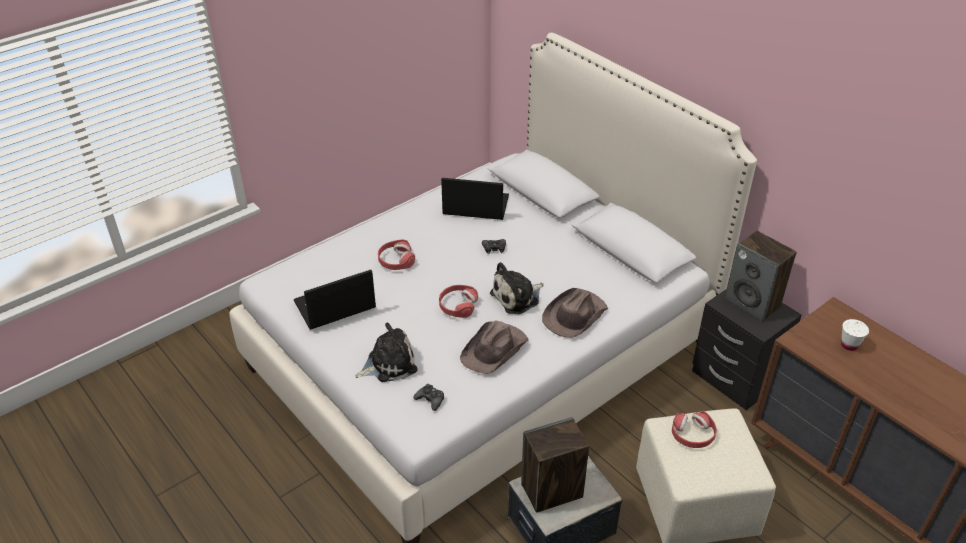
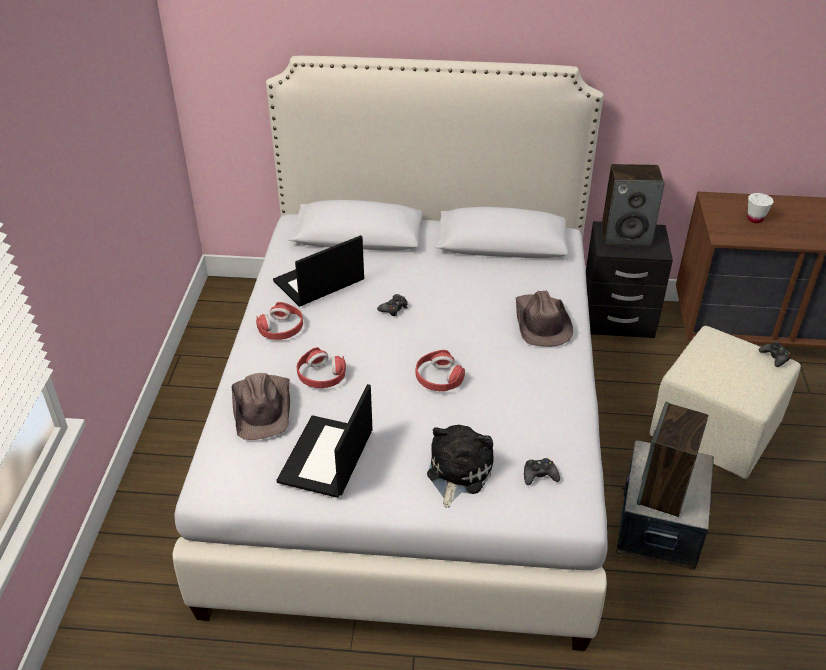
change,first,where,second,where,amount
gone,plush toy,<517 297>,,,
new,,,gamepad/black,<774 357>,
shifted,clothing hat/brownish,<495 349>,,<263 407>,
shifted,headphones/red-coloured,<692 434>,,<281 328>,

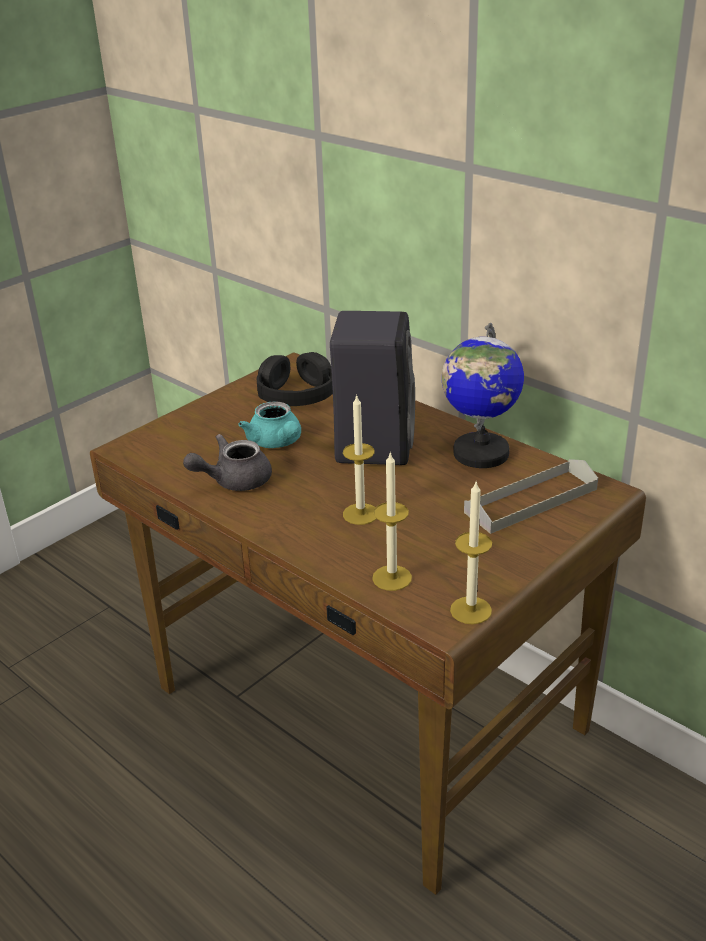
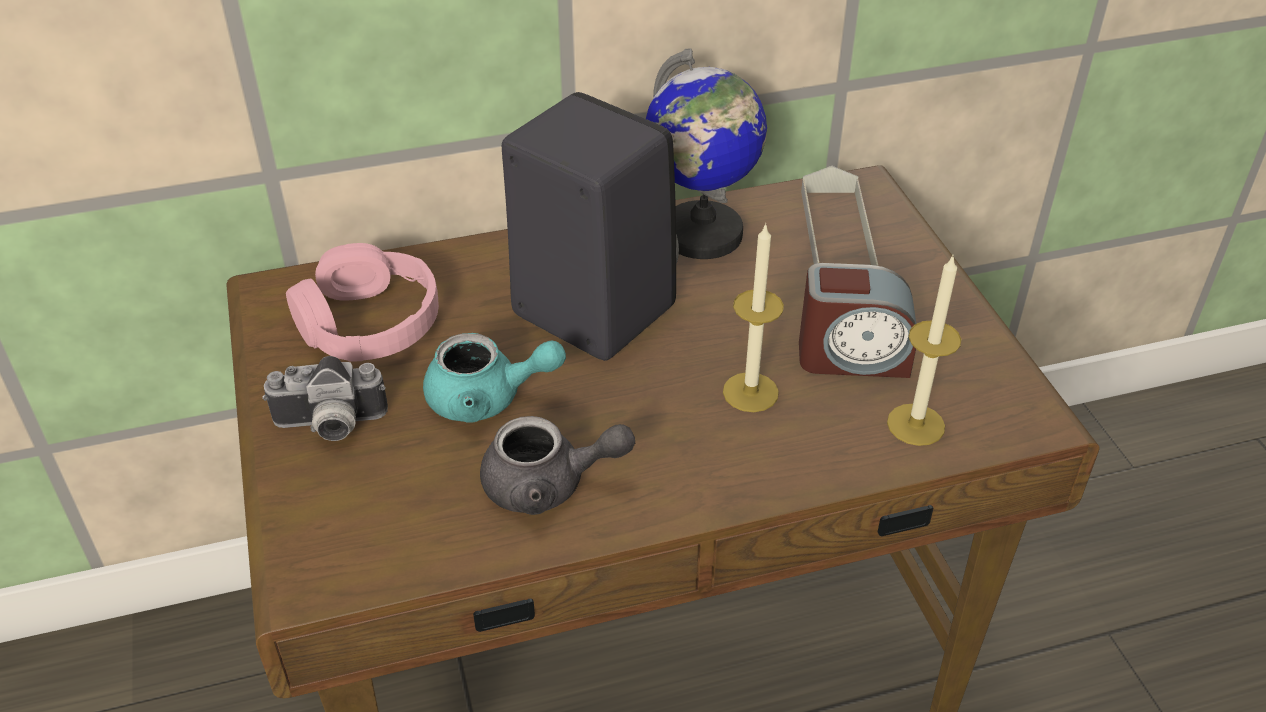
change,first,where,second,where,amount
gone,wax candle,<471 610>,,,
new,,,still camera,<330 427>,
new,,,bedside clock,<853 356>,
repainted,headphones/black,<297 394>,headphones/pinkish,<368 323>,
rotated,pot for tea/gray,<233 481>,,<549 485>,90 degrees counterclockwise

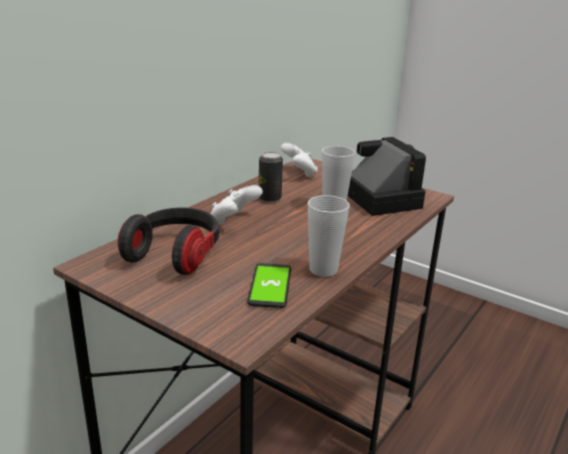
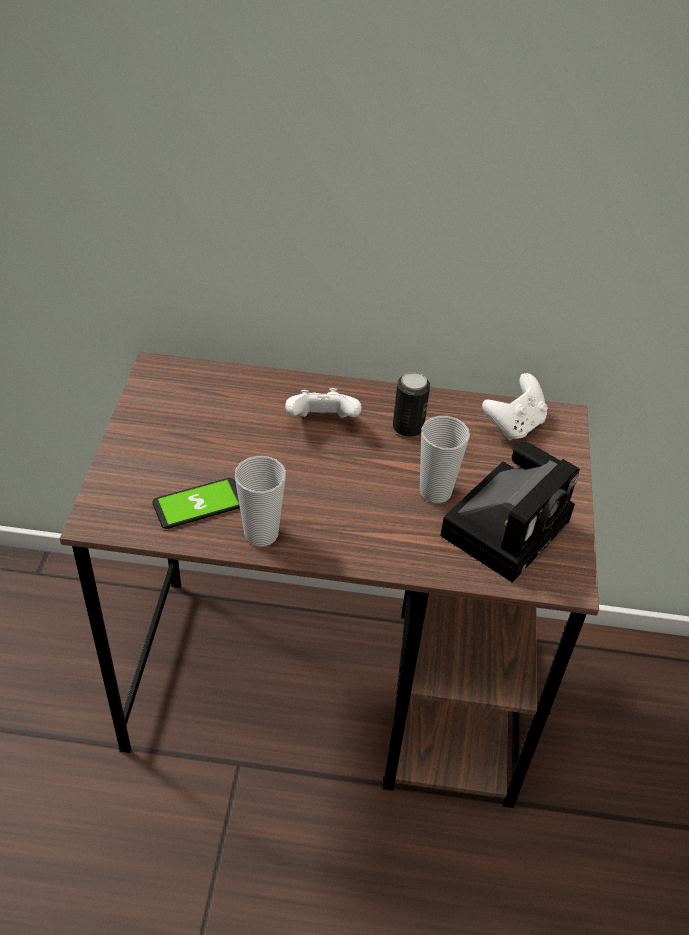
change,first,where,second,where,amount
gone,headphones,<175 254>,,,

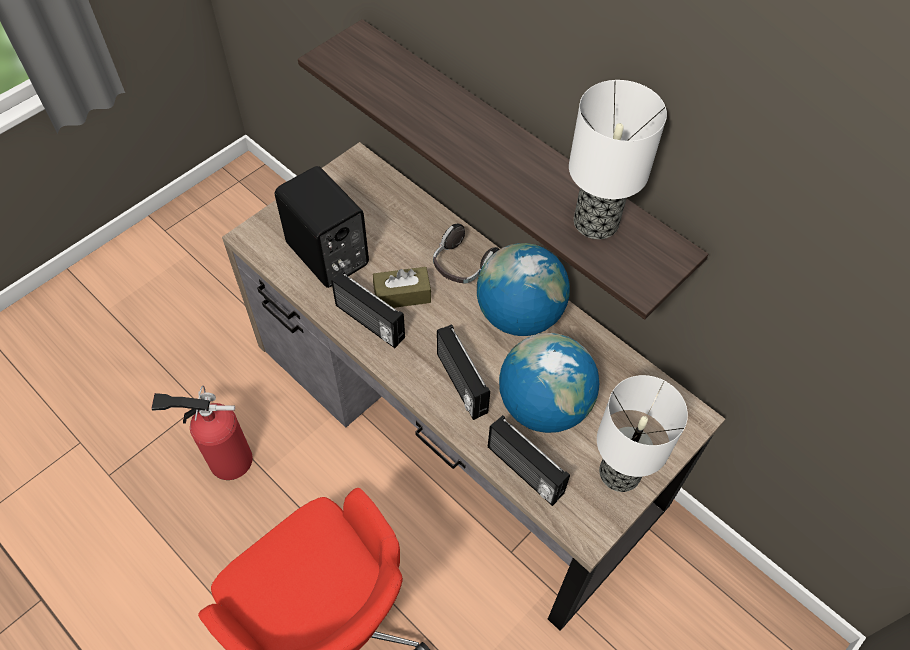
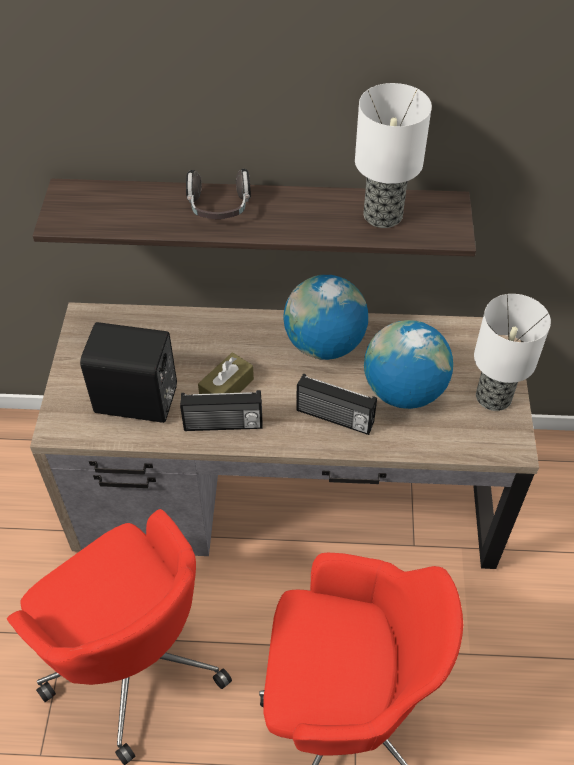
change,first,where,second,where,amount
gone,radio set,<523 471>,,,
shifted,headphones,<462 266>,,<219 208>,
swapped,extinguisher,<225 460>,computer chair/red-coloured,<134 658>,

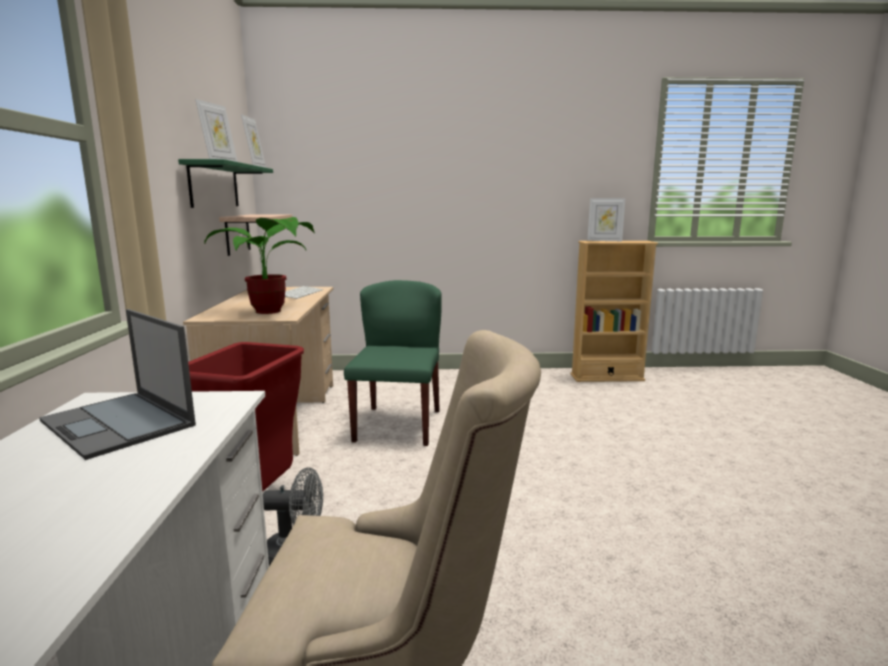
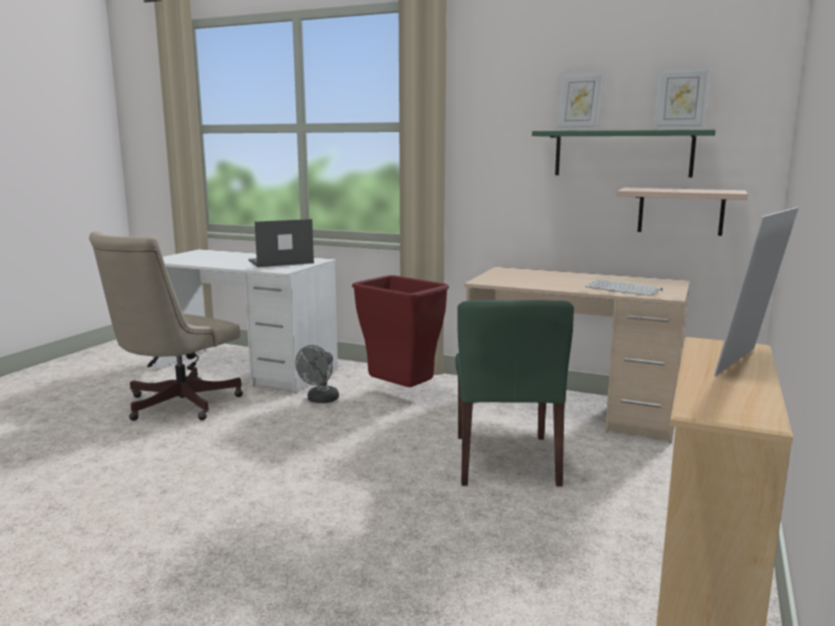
change,first,where,second,where,amount
gone,plant in a pot,<272 312>,,,
rotated,chair/greenish,<398 425>,,<506 460>,60 degrees clockwise

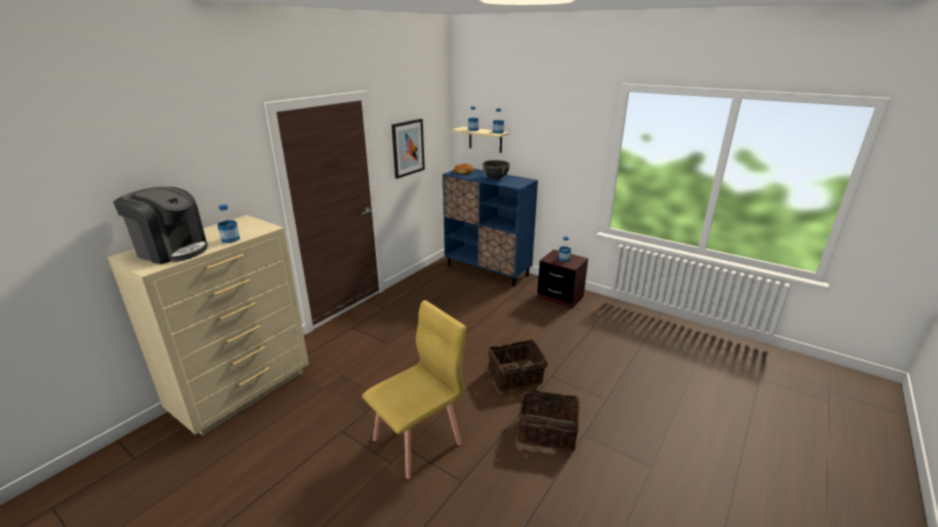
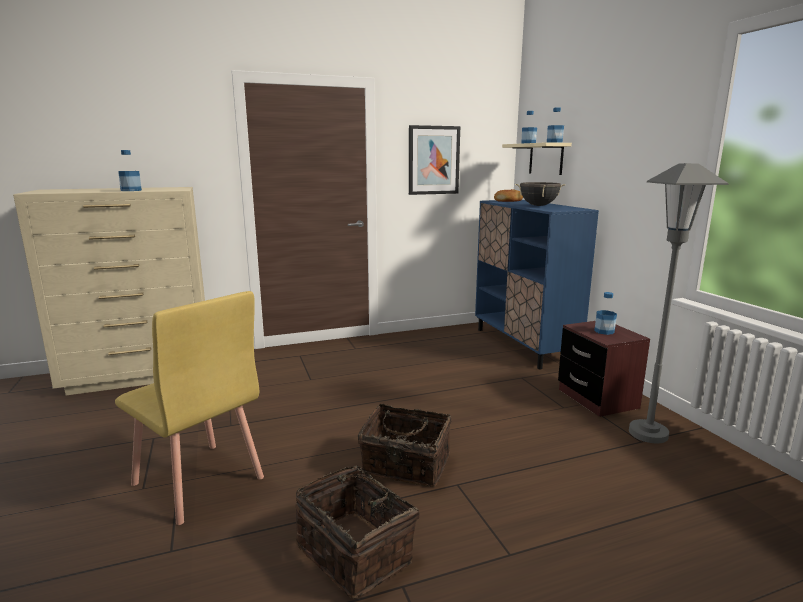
change,first,where,second,where,amount
gone,coffee maker,<172 250>,,,
new,,,floor lamp/gray,<648 433>,
rotated,chair/yellowish,<418 441>,,<198 481>,45 degrees clockwise

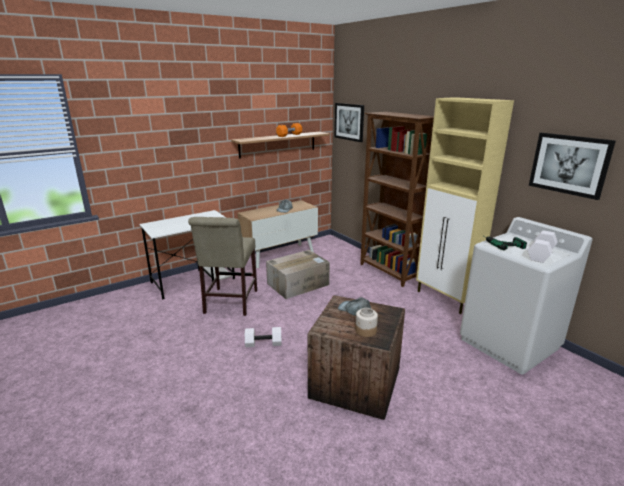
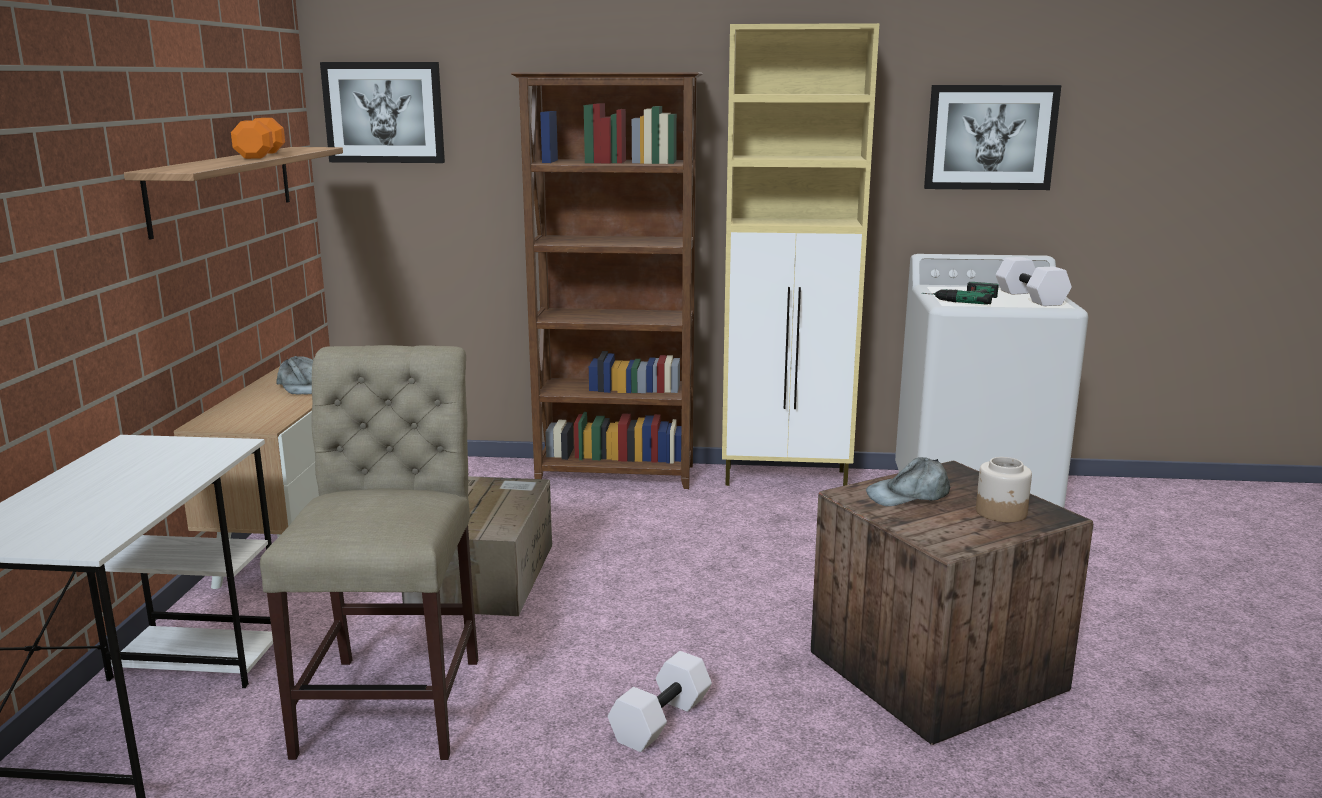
change,first,where,second,where,amount
rotated,chair/sand-coloured,<229 303>,,<396 698>,135 degrees counterclockwise

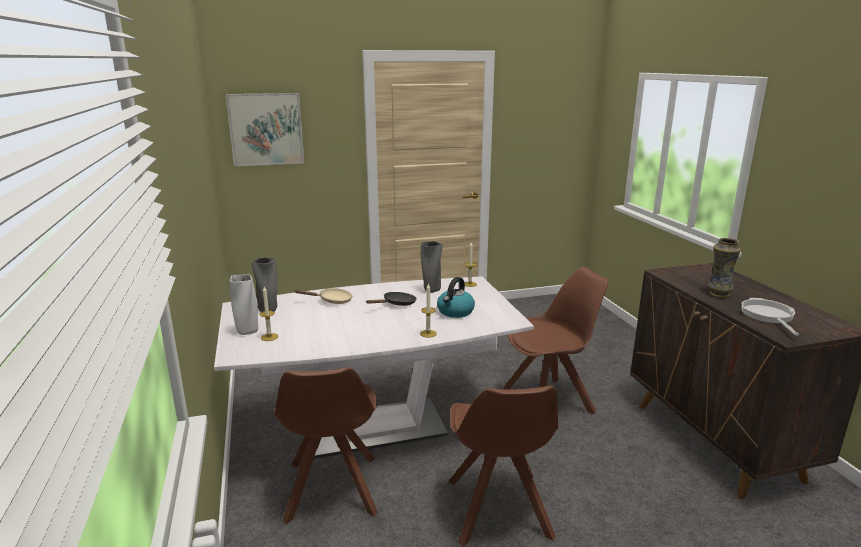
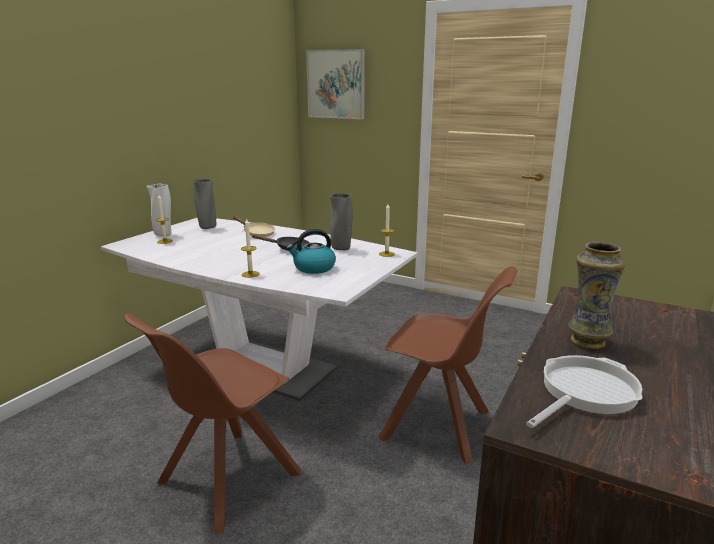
change,first,where,second,where,amount
gone,chair/brownish,<331 490>,,,

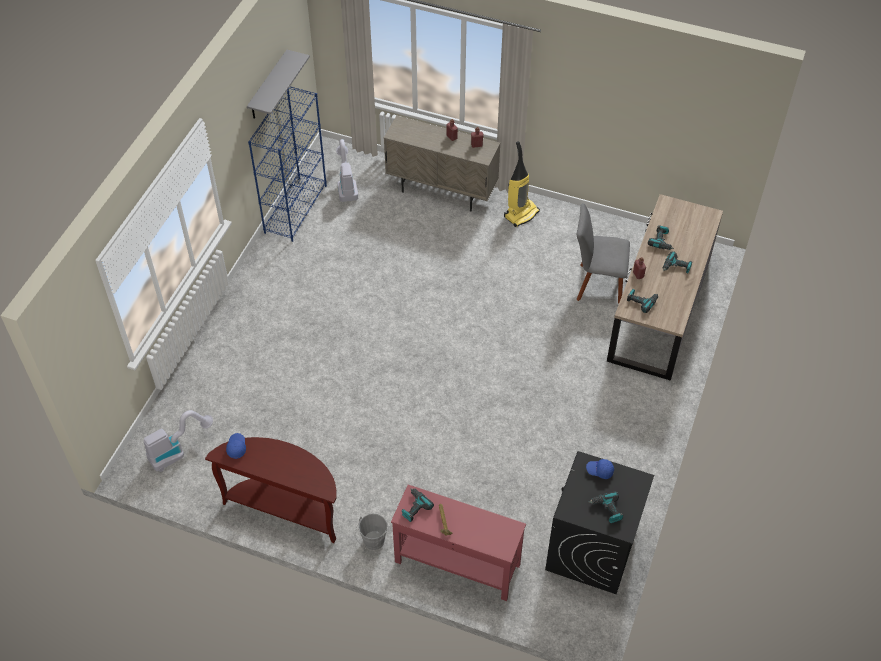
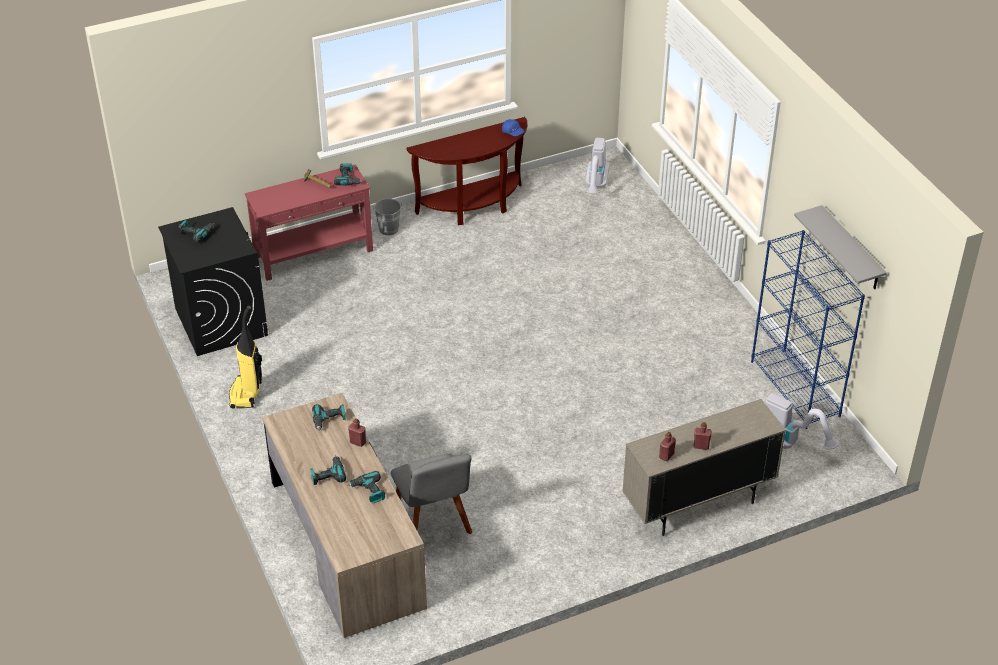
change,first,where,second,where,amount
gone,cap/bluish,<599 471>,,,
shifted,hoover,<521 214>,,<246 394>,
rotated,chair/gray,<597 284>,,<433 524>,105 degrees clockwise

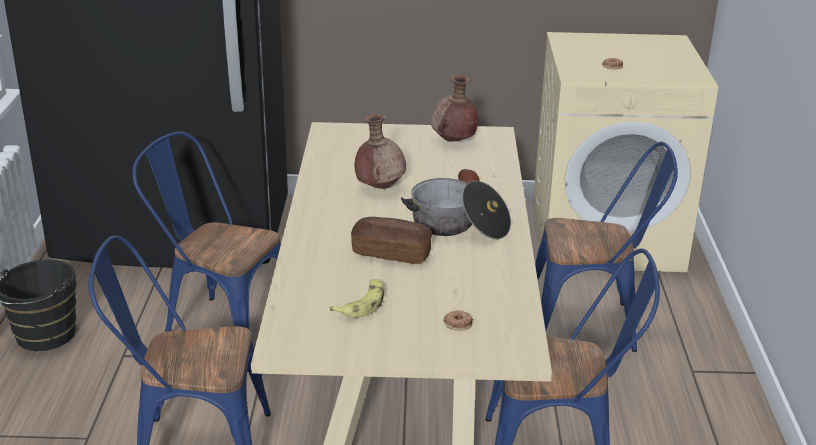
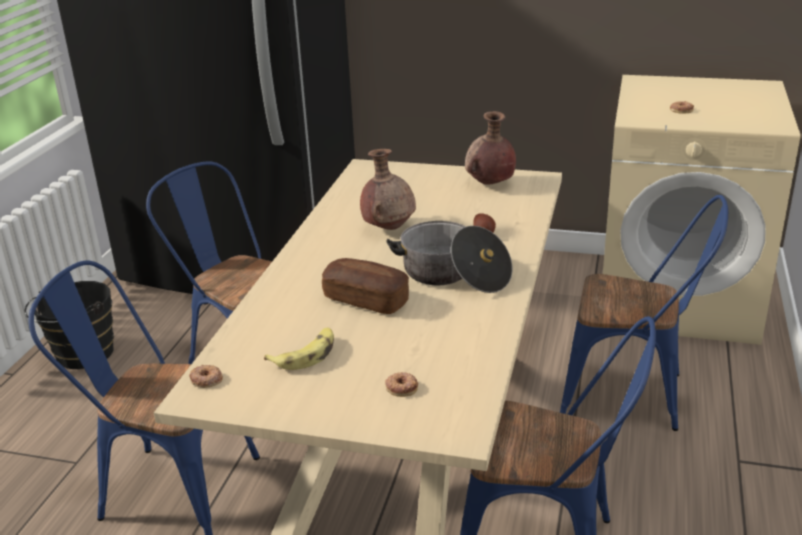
change,first,where,second,where,amount
new,,,donut,<206 380>,

